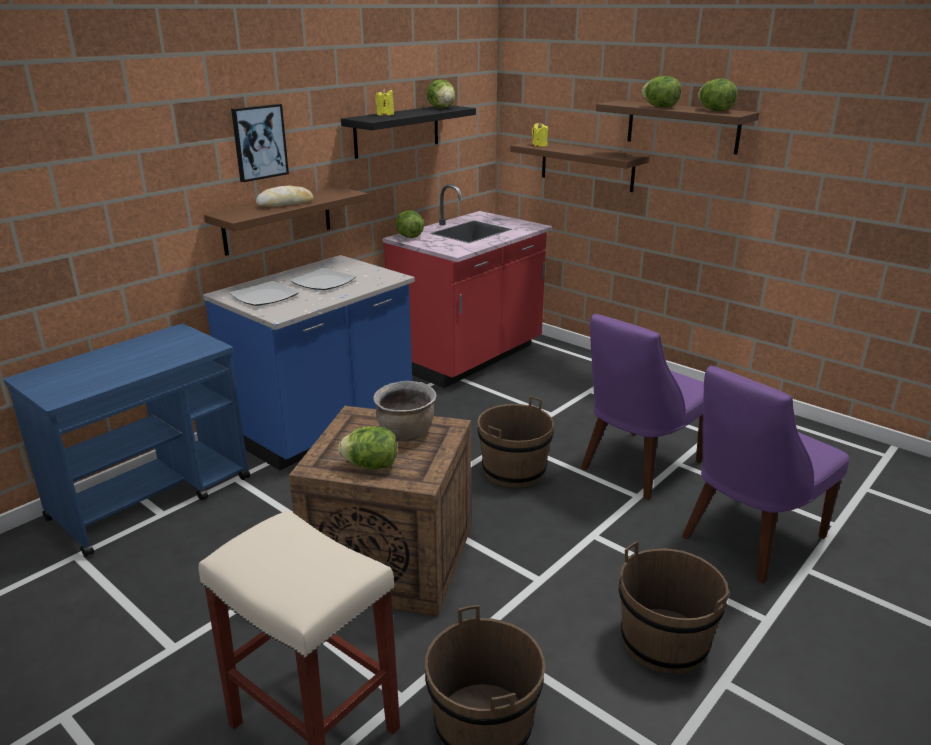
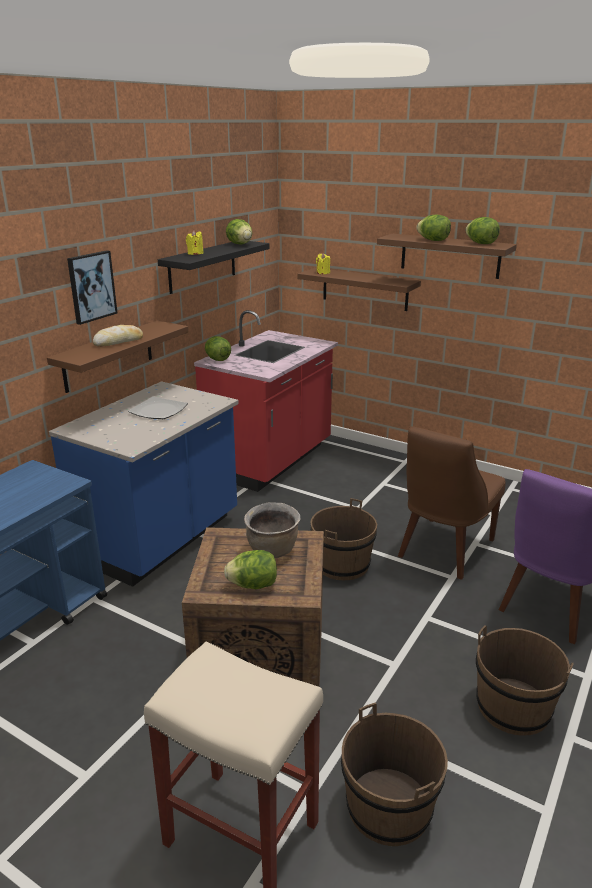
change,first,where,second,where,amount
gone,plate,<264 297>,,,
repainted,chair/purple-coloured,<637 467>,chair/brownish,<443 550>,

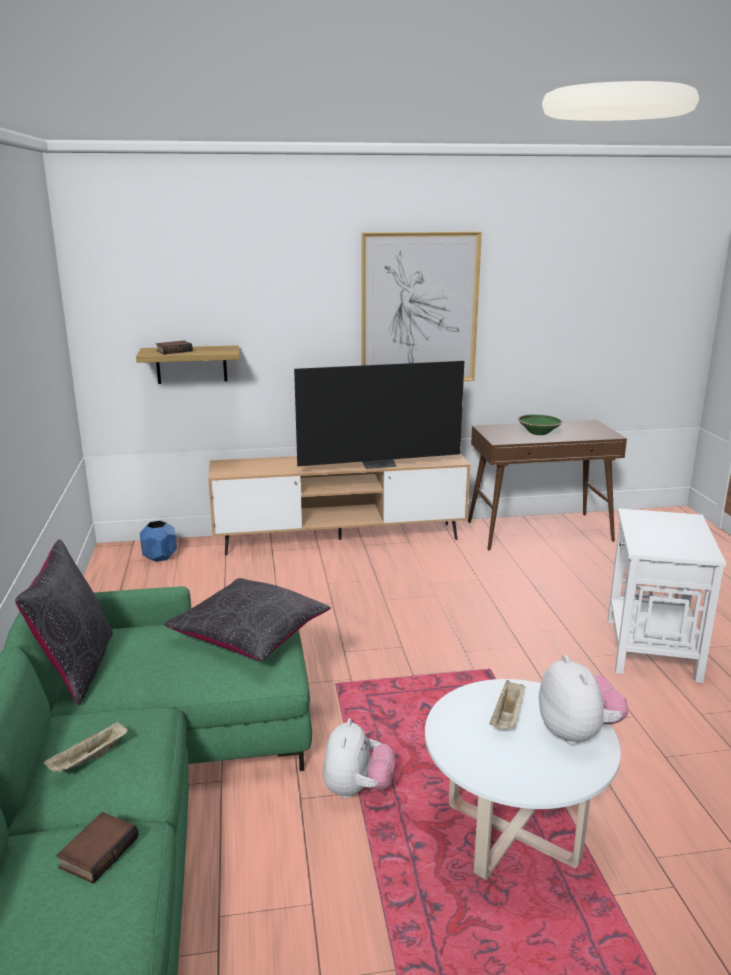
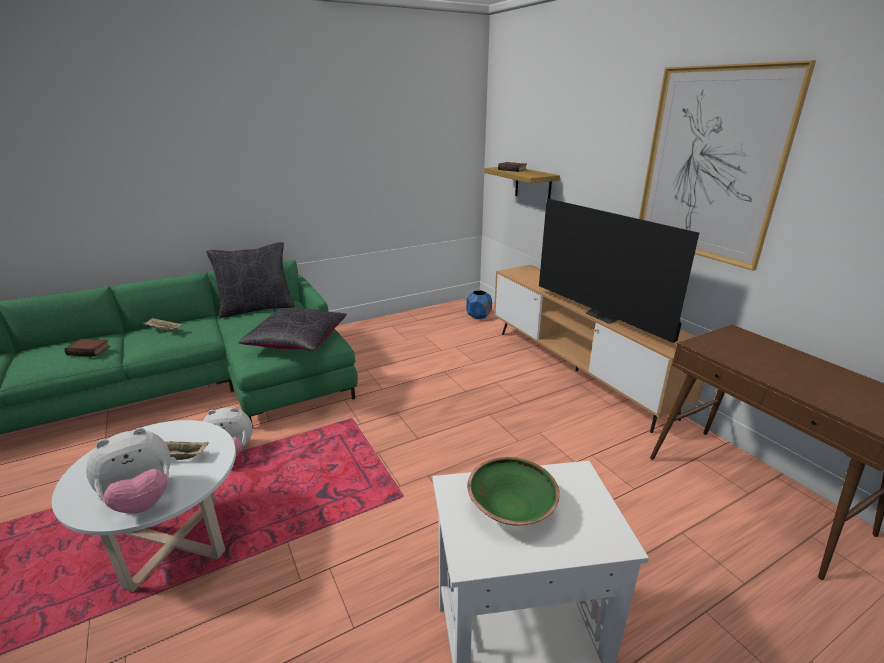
change,first,where,second,where,amount
shifted,serving bowl/greenish,<538 433>,,<511 508>,

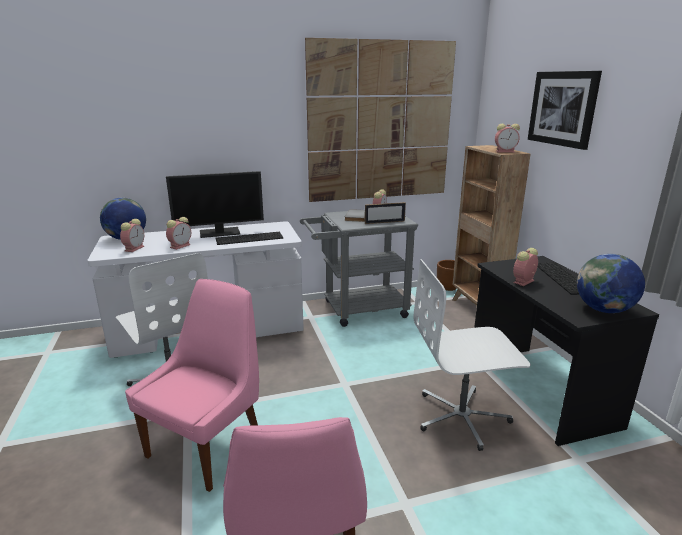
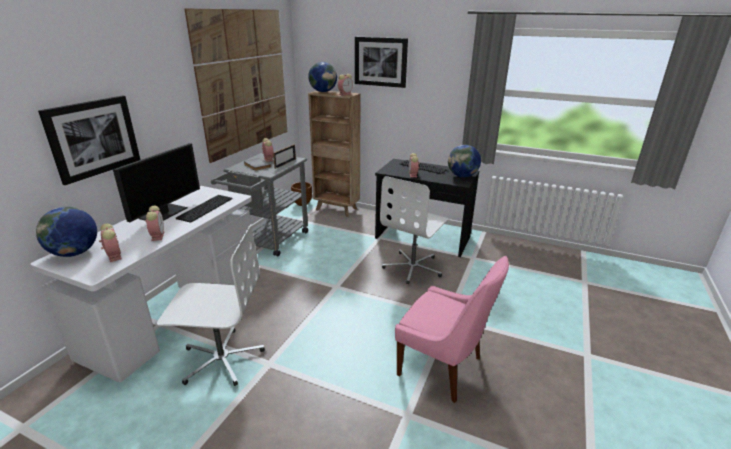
change,first,where,second,where,amount
gone,chair/pinkish,<208 446>,,,
new,,,picture,<93 138>,
new,,,desk globe,<323 91>,

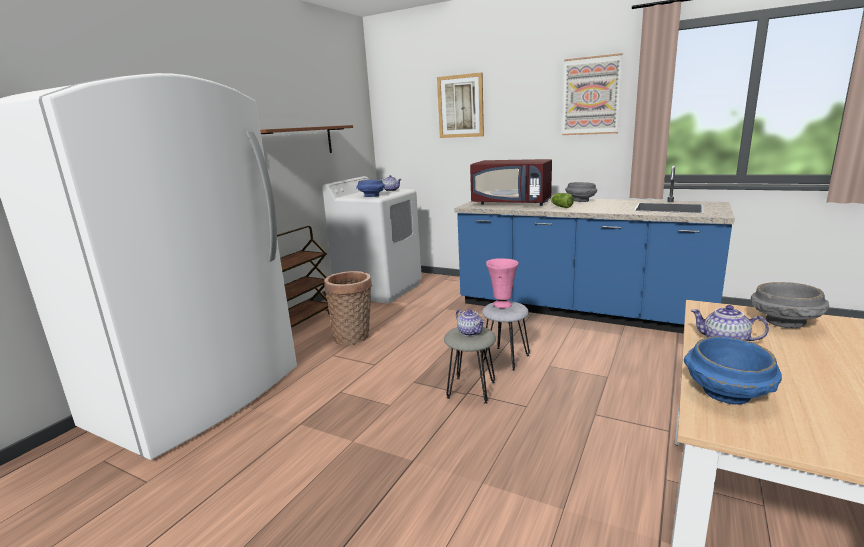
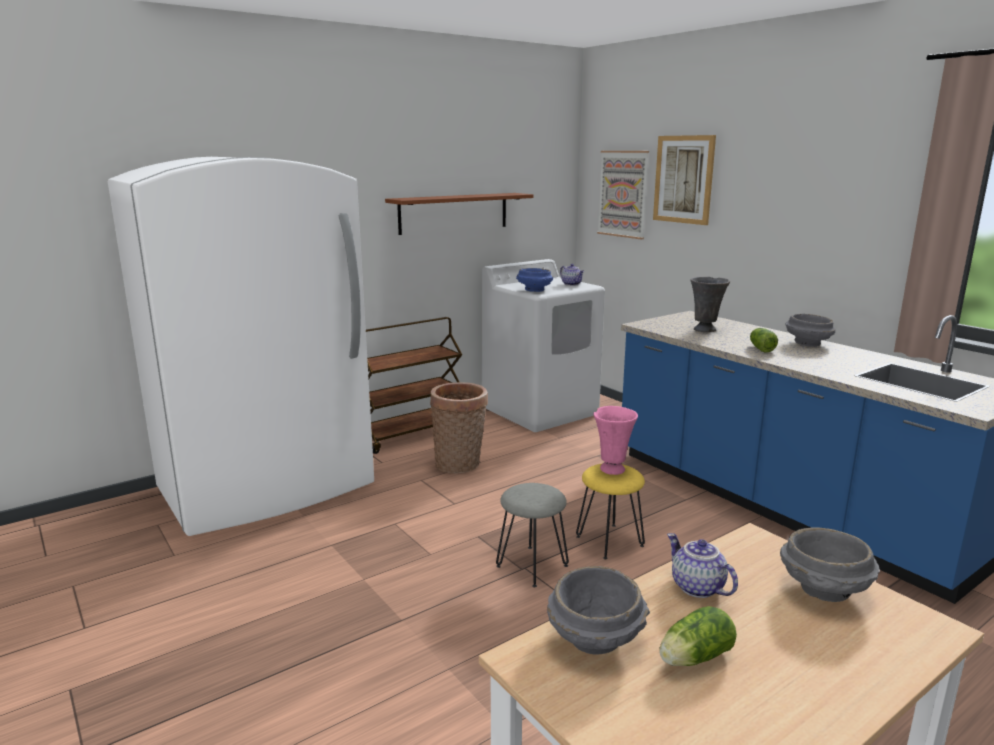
change,first,where,second,where,amount
gone,pot for tea,<471 332>,,,
new,,,lettuce head,<693 658>,
shifted,picture,<591 96>,,<623 194>,
swapped,kitchen microwave/red-coloured,<512 203>,decorative vase/gray,<705 330>,
repainted,stool seat/gray,<505 358>,stool seat/yellowish,<610 541>,
repainted,serving bowl/bluish,<727 393>,serving bowl/gray,<596 638>,

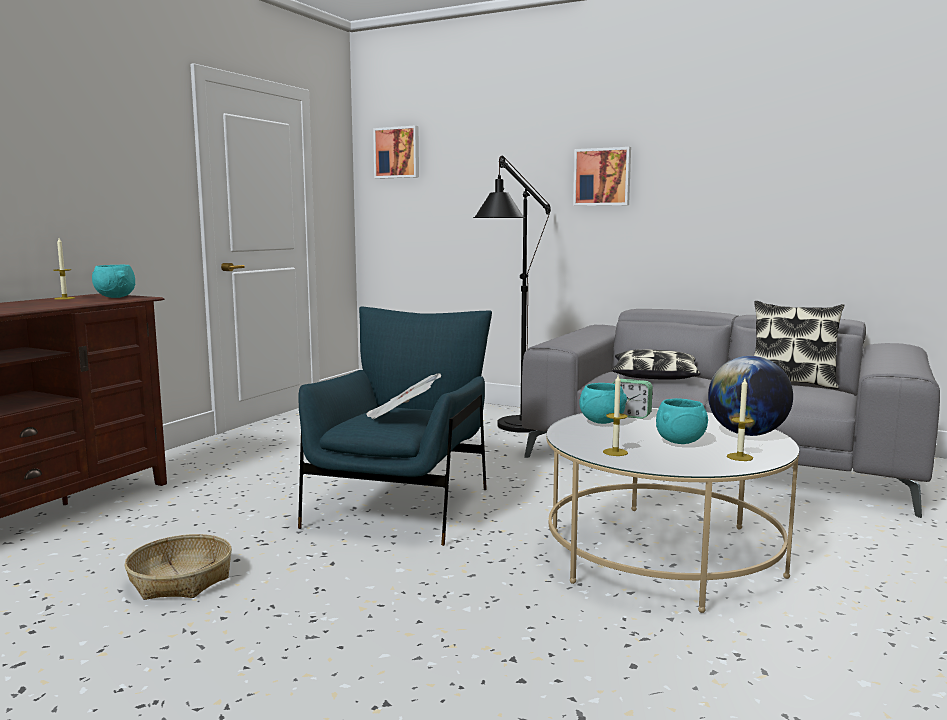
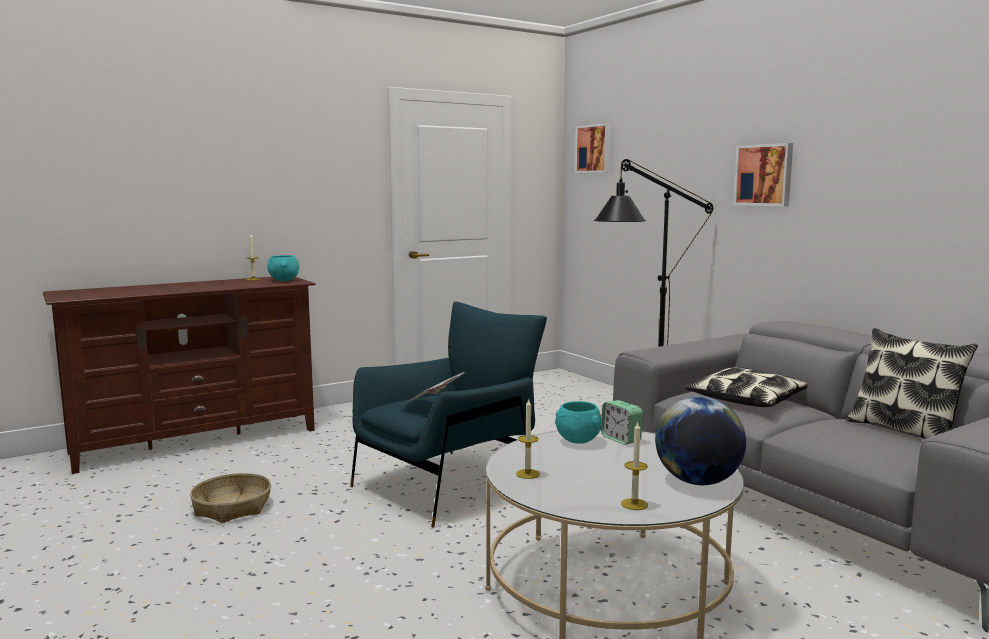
change,first,where,second,where,amount
gone,serving bowl/turquoise-coloured,<680 442>,,,

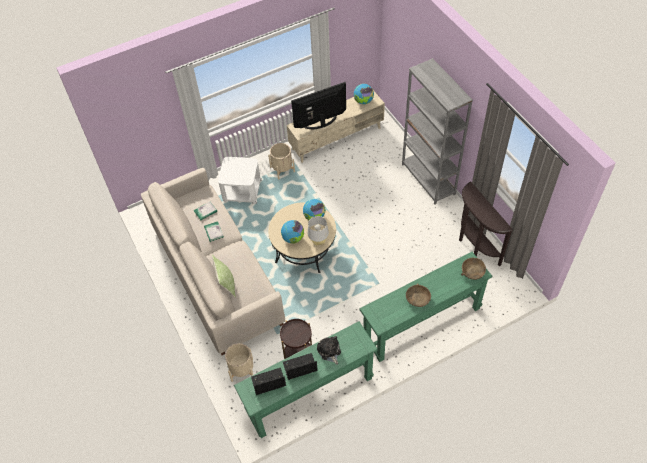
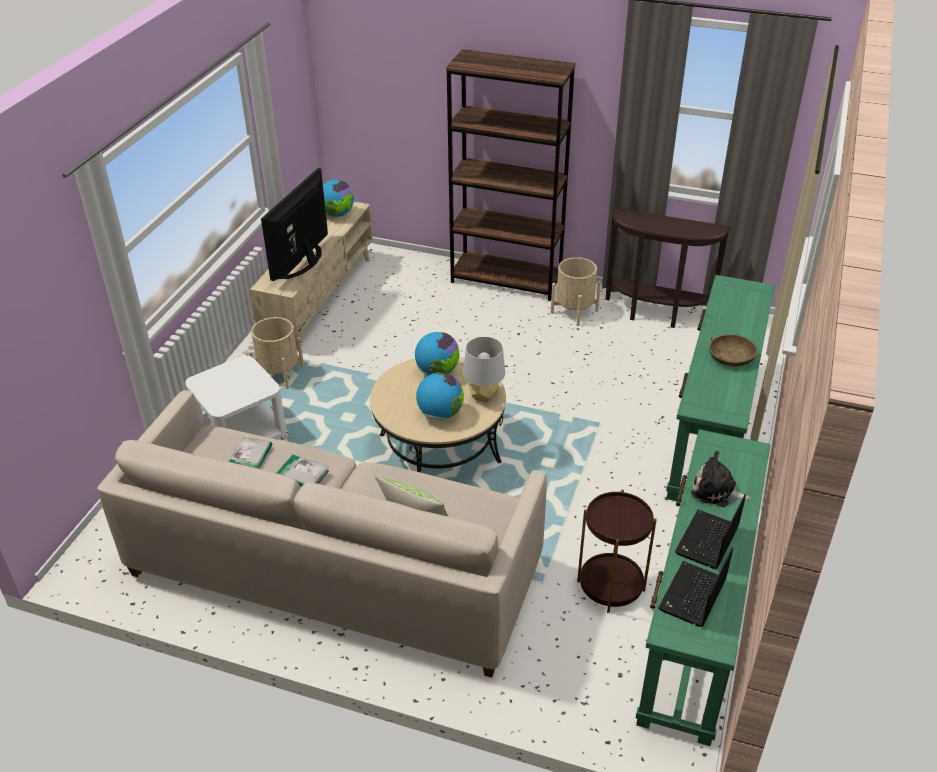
change,first,where,second,where,amount
gone,serving bowl/brownish,<473 271>,,,
shifted,plant pot/sand-coloured,<242 370>,,<574 311>,
repainted,bookshelf/gray,<428 179>,bookshelf/brownish,<506 280>,

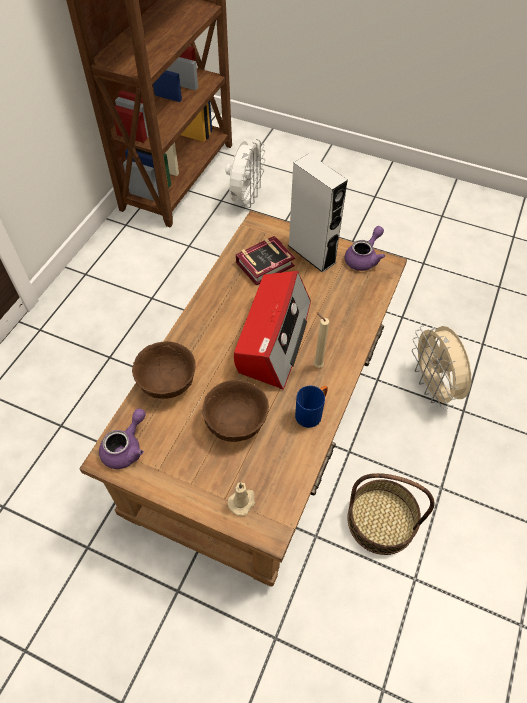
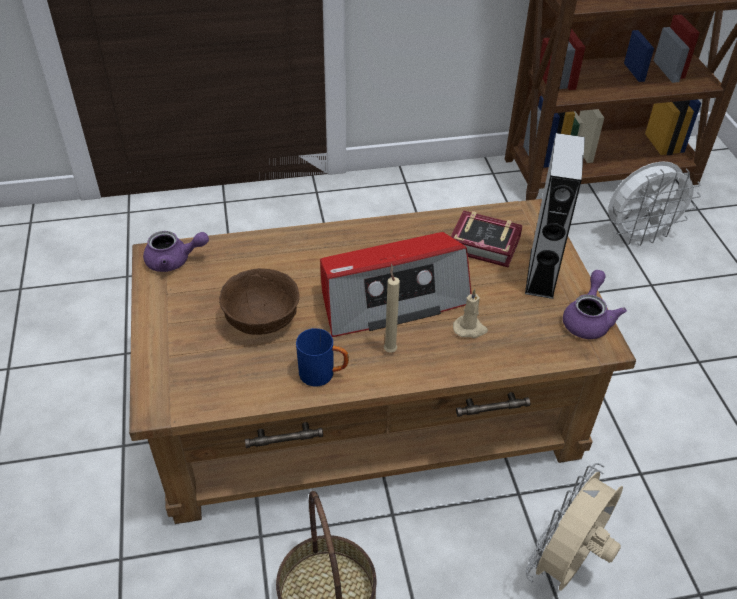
change,first,where,second,where,amount
gone,serving bowl/brownish,<166 382>,,,
shifted,wax candle/sand-coloured,<242 501>,,<470 329>,
rotated,pot for tea/purple-coloured,<364 258>,,<588 319>,75 degrees counterclockwise

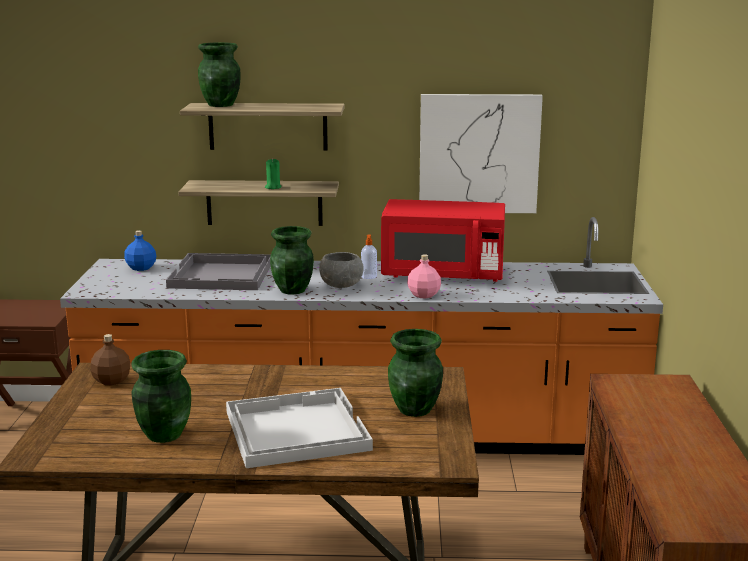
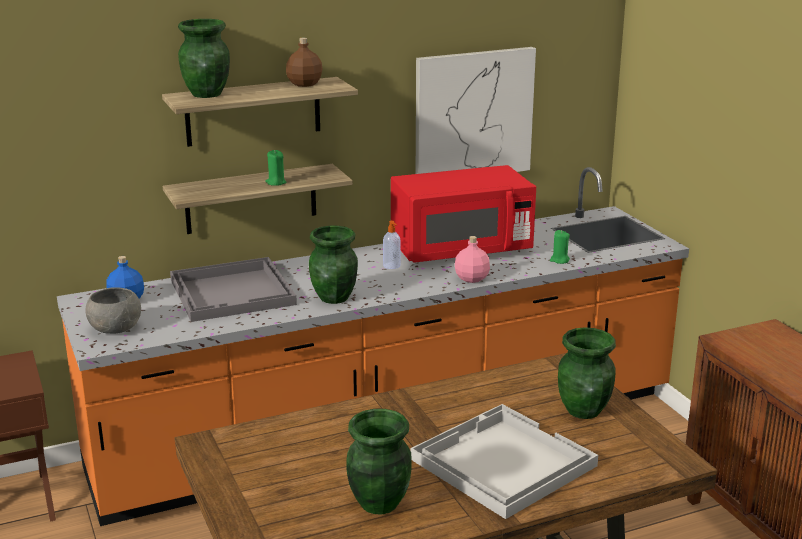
change,first,where,second,where,amount
new,,,wax candle/greenish,<559 260>,
shifted,drink bottle/brownish,<112 381>,,<305 84>,
shifted,serving bowl/gray,<341 285>,,<116 328>,

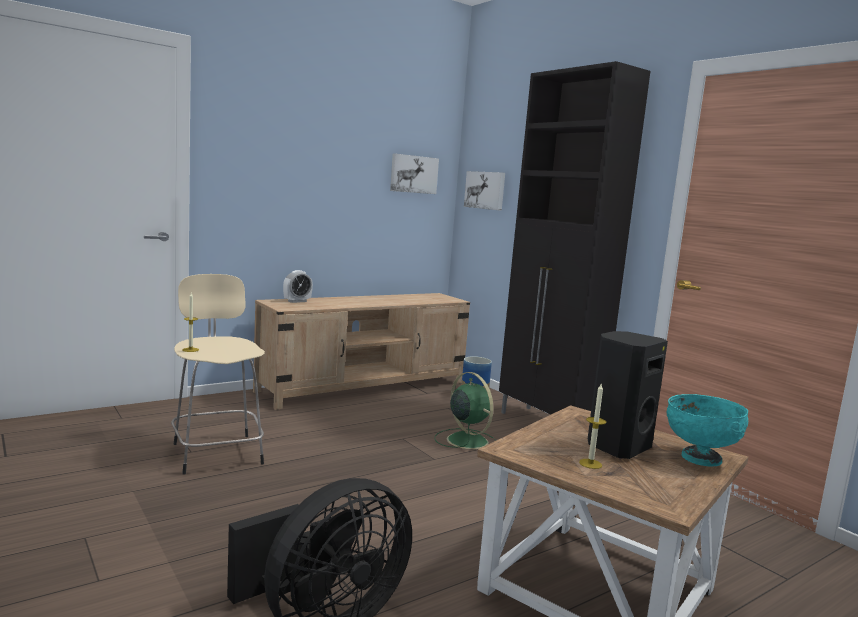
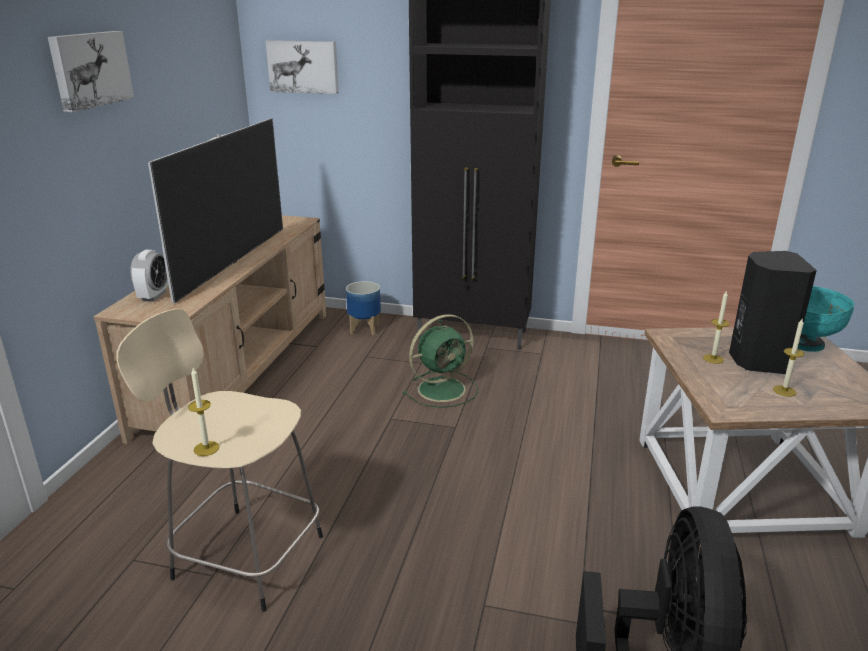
change,first,where,second,where,amount
new,,,TV,<233 262>,
new,,,wax candle,<713 359>,
shifted,picture,<413 174>,,<90 69>,
rotated,electric fan/greenish,<466 440>,,<443 389>,135 degrees clockwise

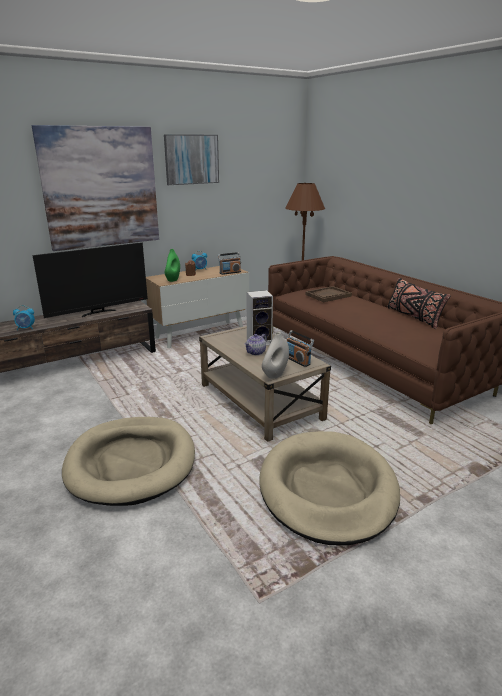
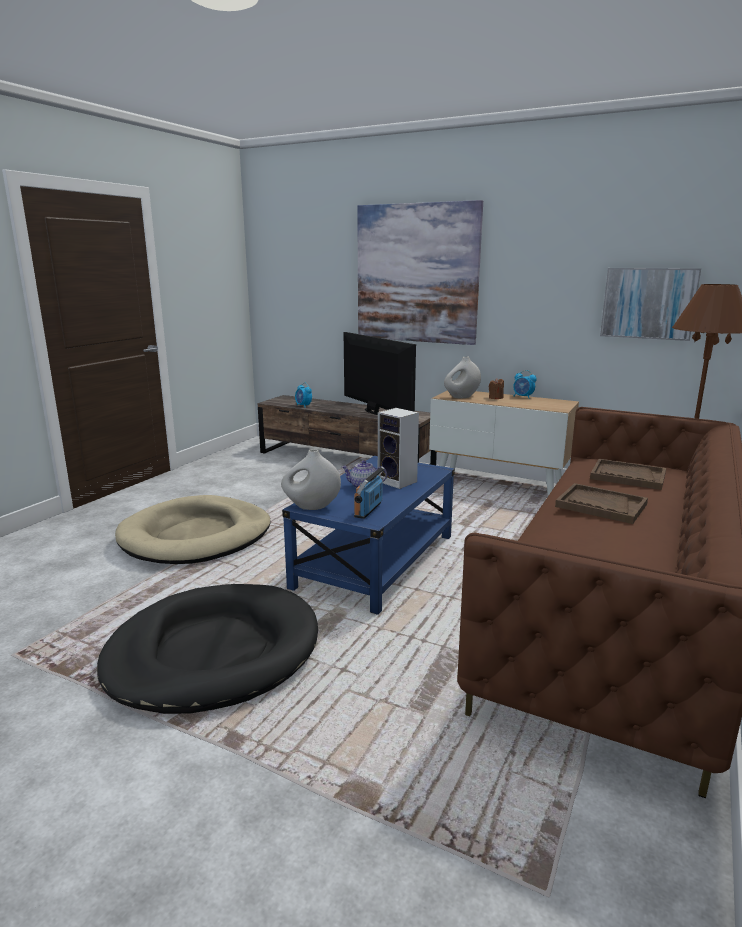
change,first,where,second,where,amount
gone,radio set,<230 272>,,,
gone,throw pillow/black,<413 317>,,,
new,,,carrying tray/brownish,<600 505>,
shifted,picture,<191 159>,,<648 303>,
repainted,decorative vase/greenish,<173 280>,decorative vase/white,<461 397>,
repainted,low table/sand-coloured,<260 401>,low table/bluish,<375 561>,
repainted,dog bed/sand-coloured,<327 489>,dog bed/black,<213 653>,
rotated,TV,<98 312>,,<374 412>,150 degrees counterclockwise

